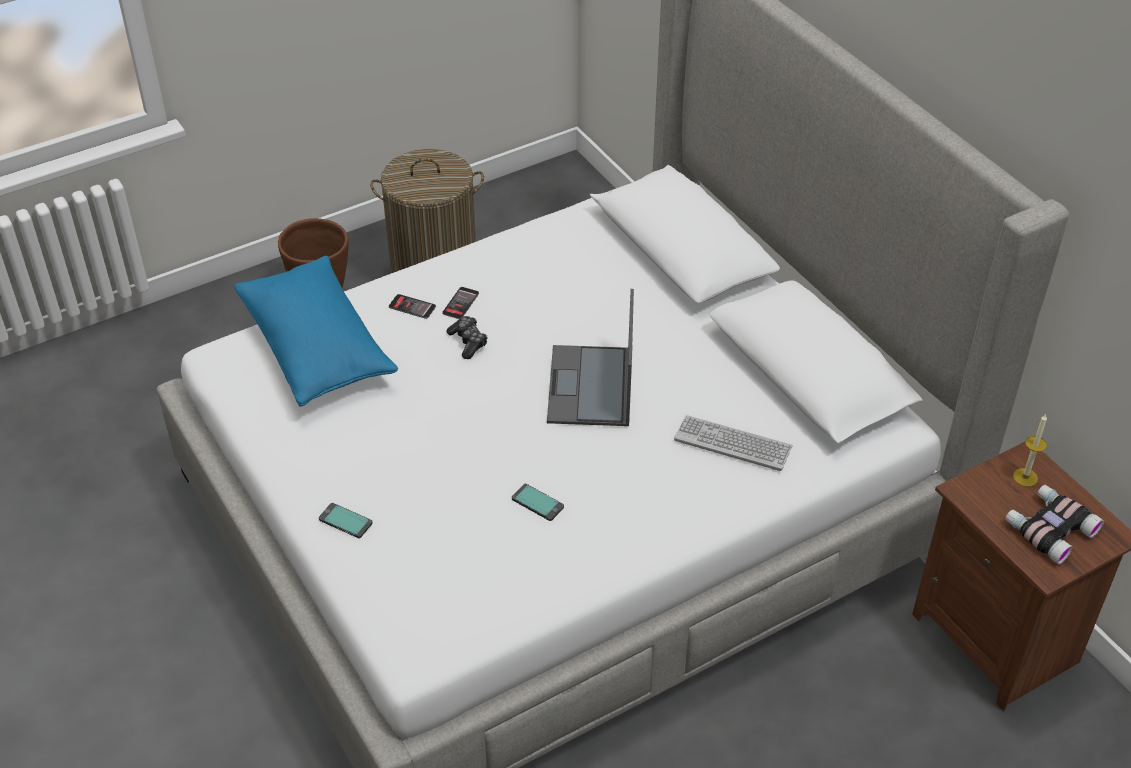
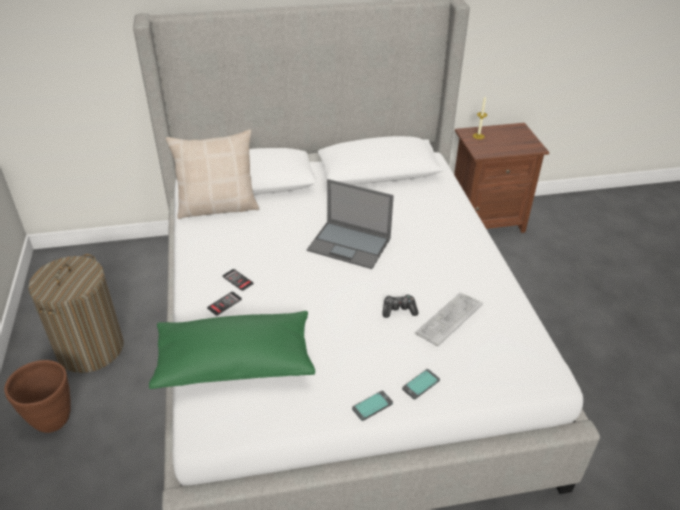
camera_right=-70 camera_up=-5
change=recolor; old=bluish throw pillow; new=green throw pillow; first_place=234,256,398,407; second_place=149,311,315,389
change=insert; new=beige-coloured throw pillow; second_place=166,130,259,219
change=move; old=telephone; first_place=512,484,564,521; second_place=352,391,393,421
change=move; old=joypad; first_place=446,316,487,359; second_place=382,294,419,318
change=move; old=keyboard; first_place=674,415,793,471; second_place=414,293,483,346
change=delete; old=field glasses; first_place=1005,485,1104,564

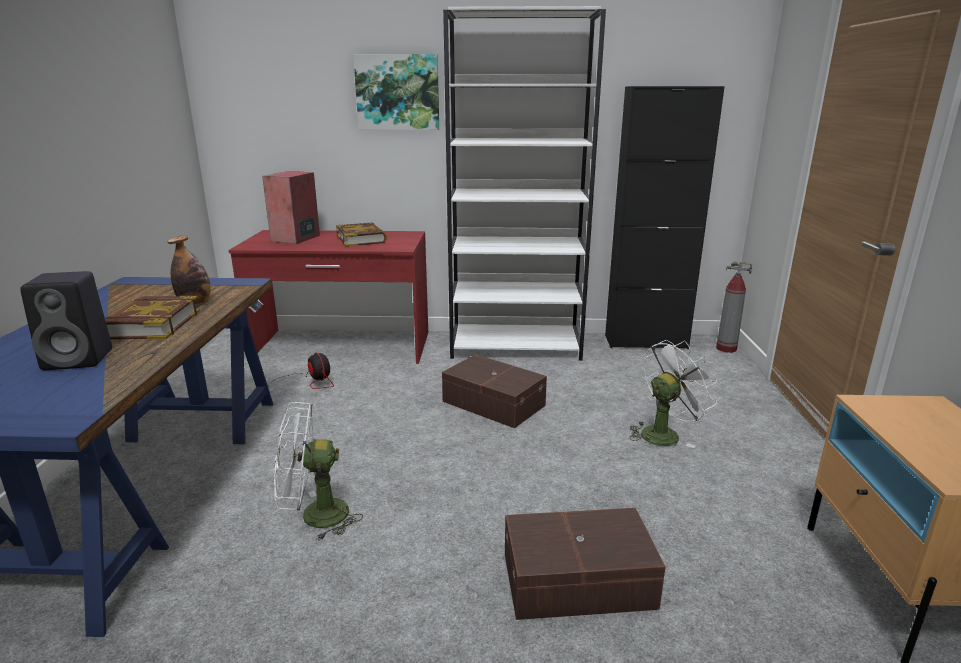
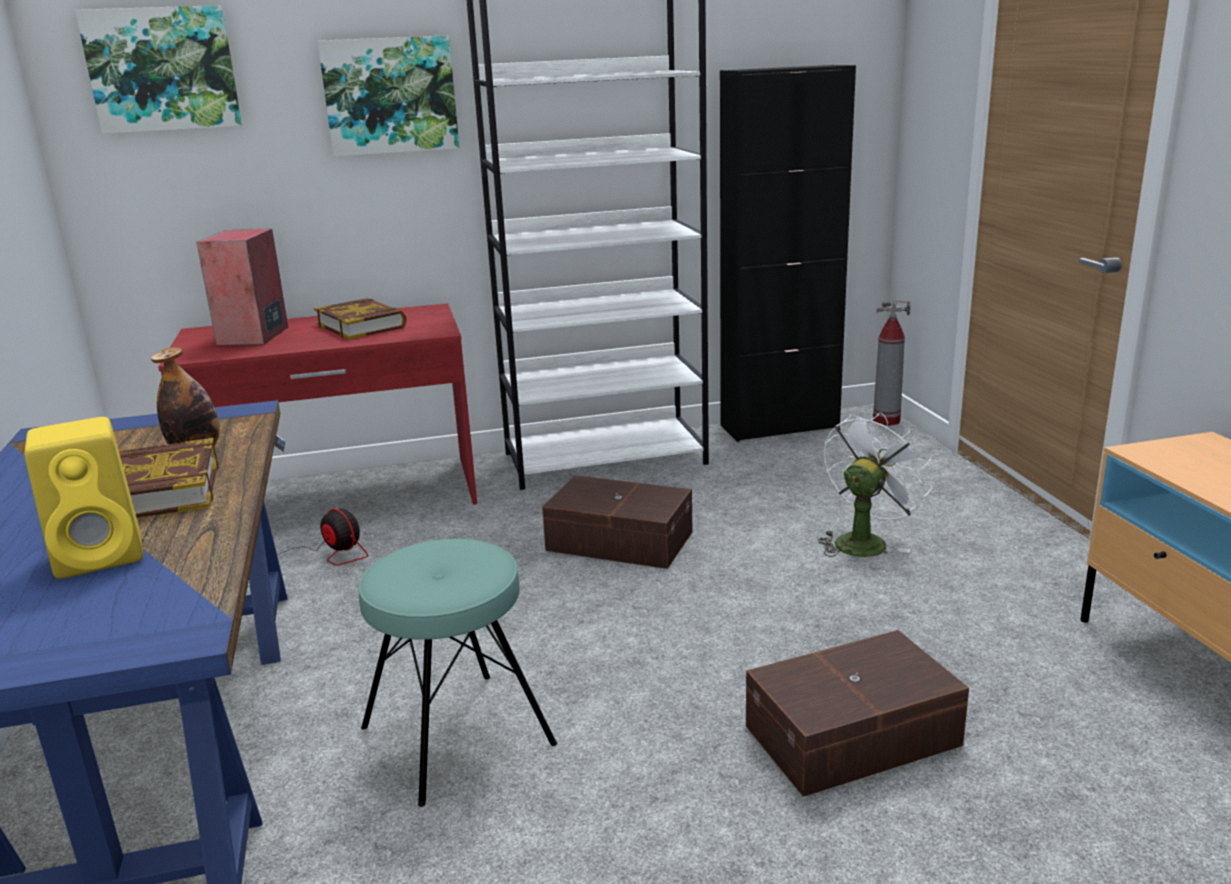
camera_right=-15 camera_up=0
change=recolor; old=black-coloured audio speaker; new=yellow audio speaker; first_place=20,271,112,370; second_place=25,417,143,579
change=insert; new=wall picture; second_place=75,5,242,134
change=replace; old=white-coloured electric fan; new=turquoise-coloured sitting stool; first_place=274,402,363,541; second_place=358,539,557,807

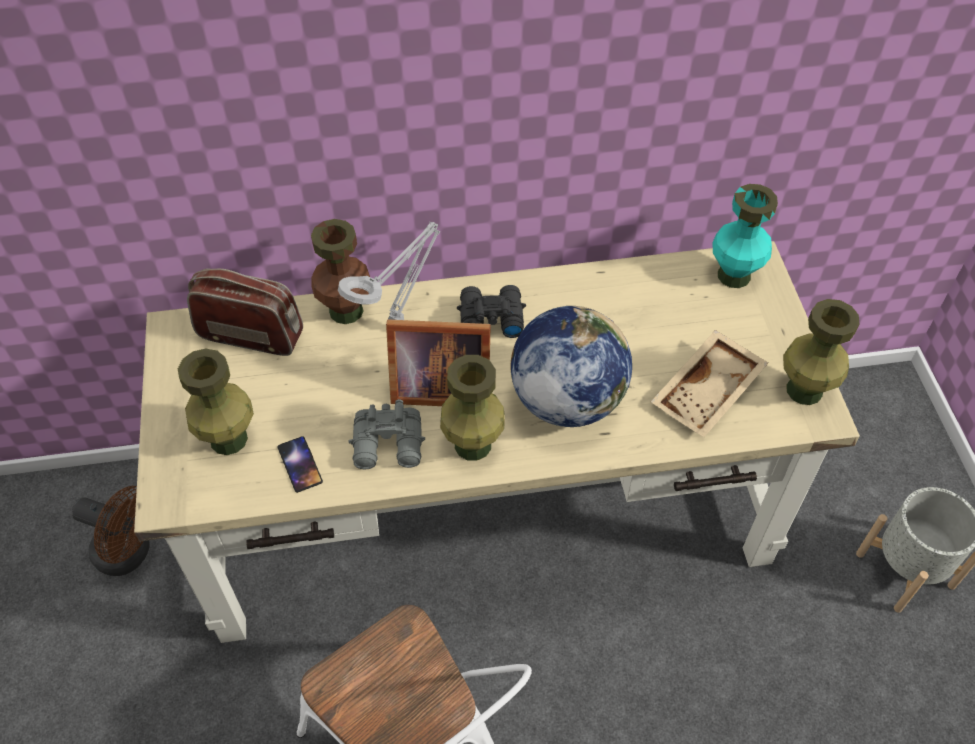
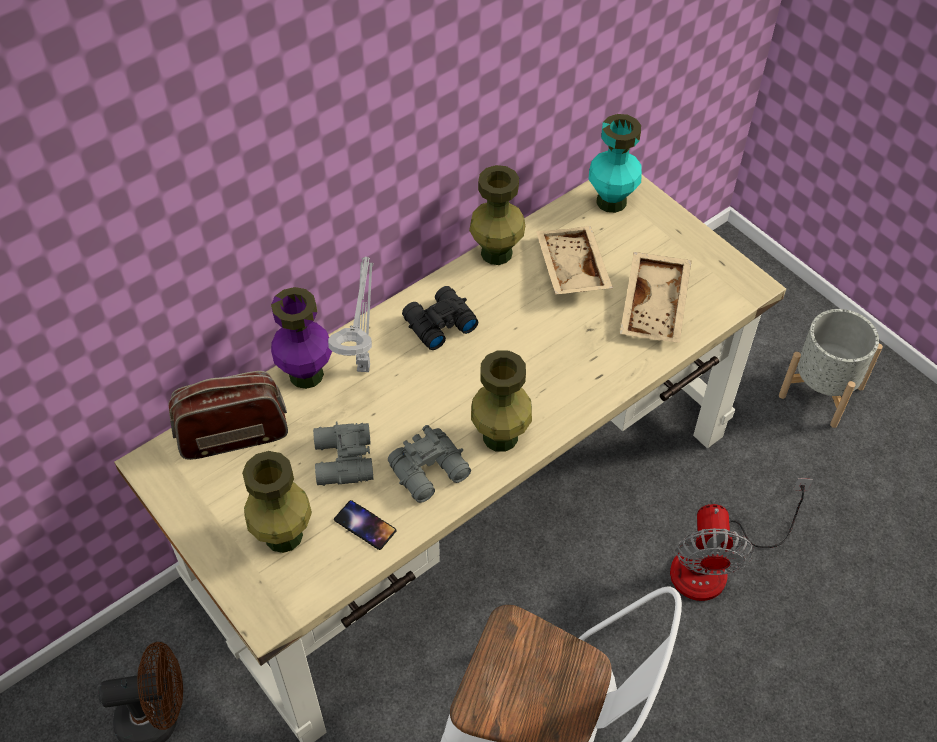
camera_right=-30 camera_up=0
change=recolor; old=brownish flower vase; new=purplish flower vase; first_place=311,219,370,324; second_place=271,287,332,389
change=insert; new=grey field glasses; second_place=313,422,373,486
change=move; old=green flower vase; first_place=783,299,859,405; second_place=469,165,525,265
change=insert; new=beige-coloured carrying tray; second_place=536,226,613,295
change=insert; new=electric fan; second_place=670,478,813,601
change=delete; old=picture frame; first_place=386,319,491,406
change=delete; old=globe; first_place=511,306,632,427

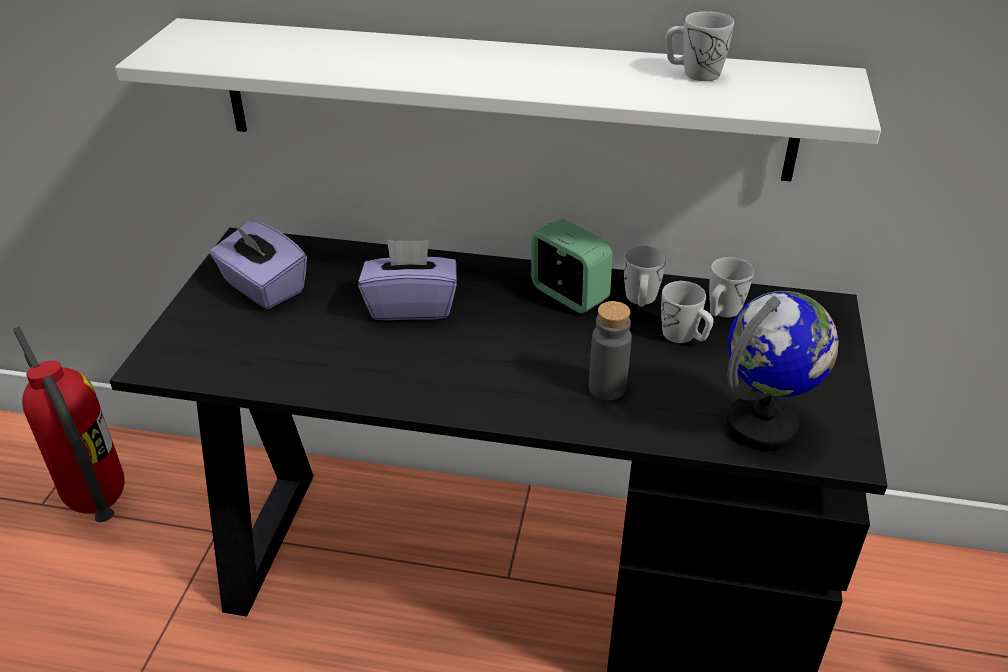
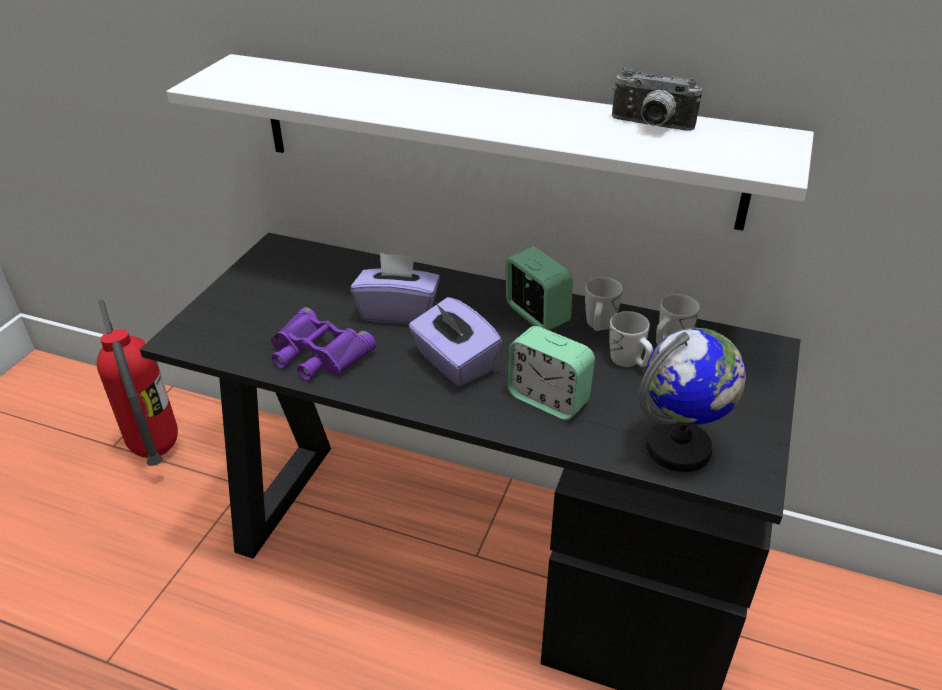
camera_right=10 camera_up=0
change=insert; new=purplish field glasses; second_place=271,307,376,381
change=move; old=purplish tissue holder; first_place=210,221,307,309; second_place=409,297,502,386
change=replace; old=grey beverage bottle; new=bedside clock; first_place=589,301,632,400; second_place=507,326,595,420
change=replace; old=white-coloured mug; new=photo camera; first_place=666,11,734,81; second_place=612,68,702,131

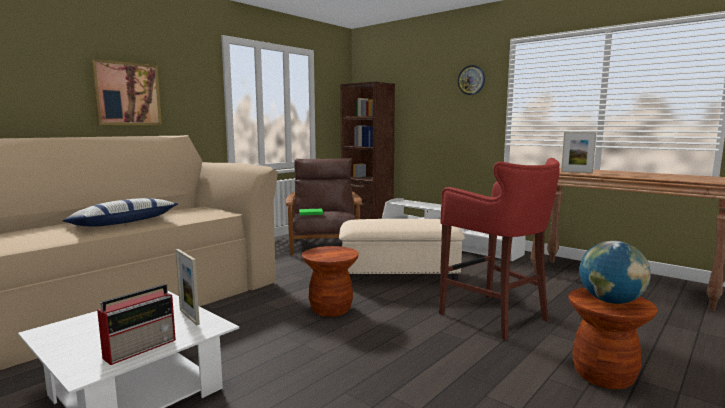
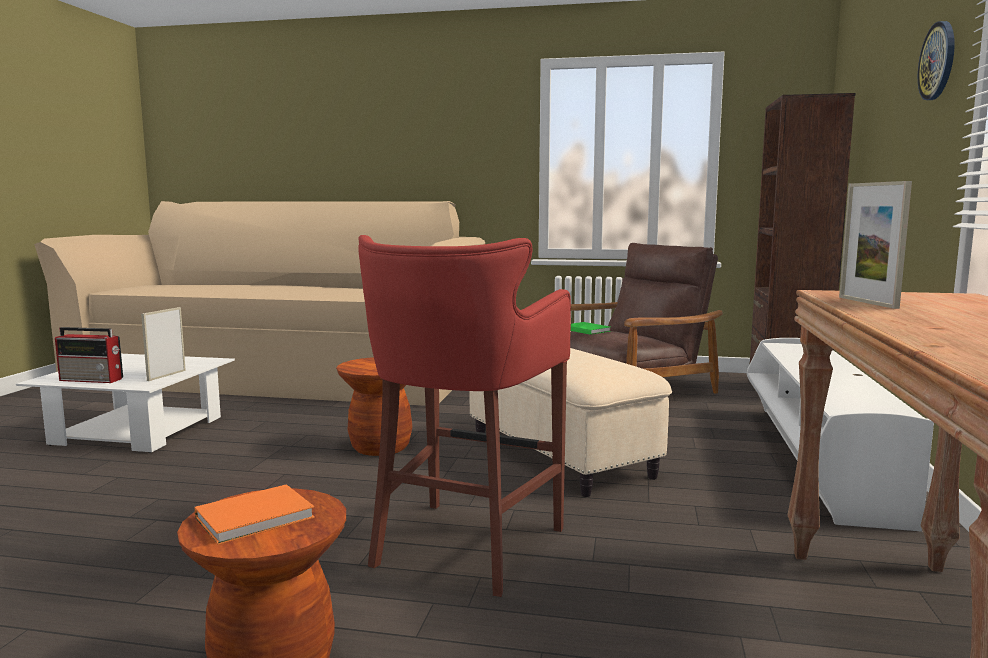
camera_right=60 camera_up=0
change=replace; old=globe; new=orange book; first_place=579,241,651,304; second_place=195,484,315,545
change=delete; old=throw pillow; first_place=62,198,178,227
change=delete; old=wall picture; first_place=91,59,162,125

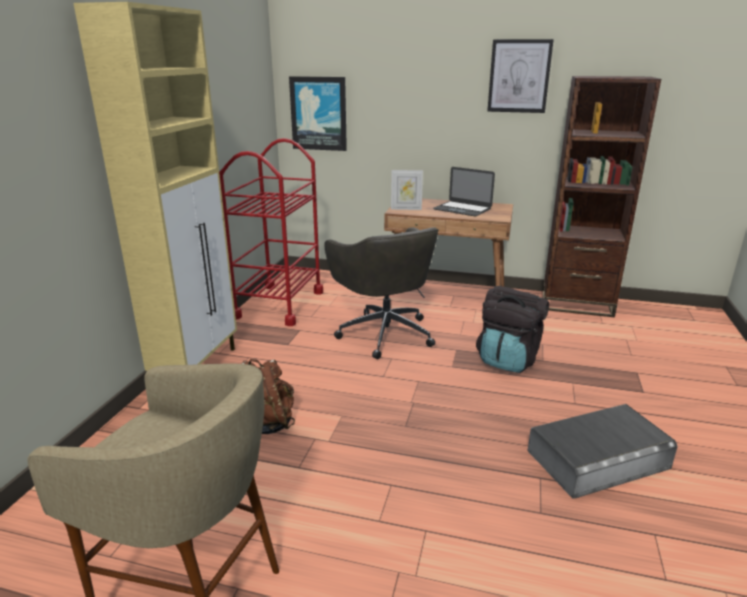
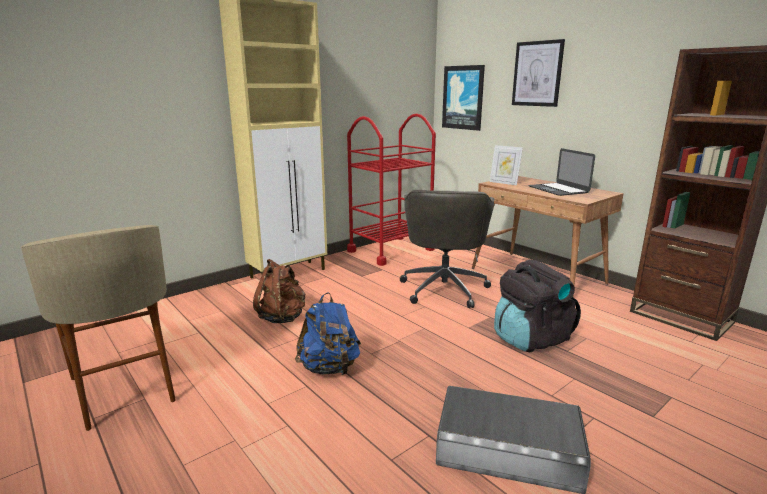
camera_right=35 camera_up=-5
change=insert; new=bluish backpack; second_place=295,293,361,375
change=move; old=wall picture; first_place=487,39,554,113; second_place=512,39,565,107

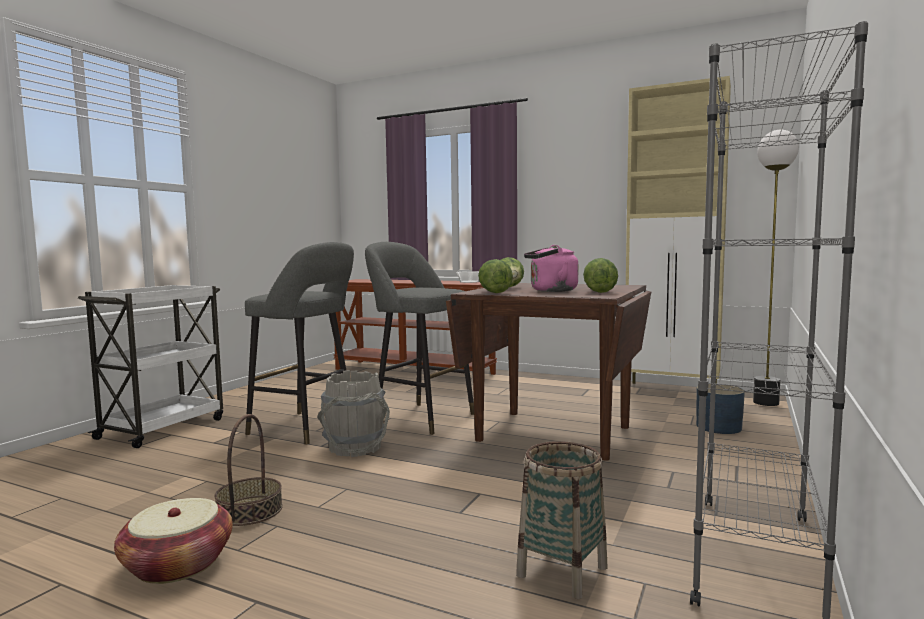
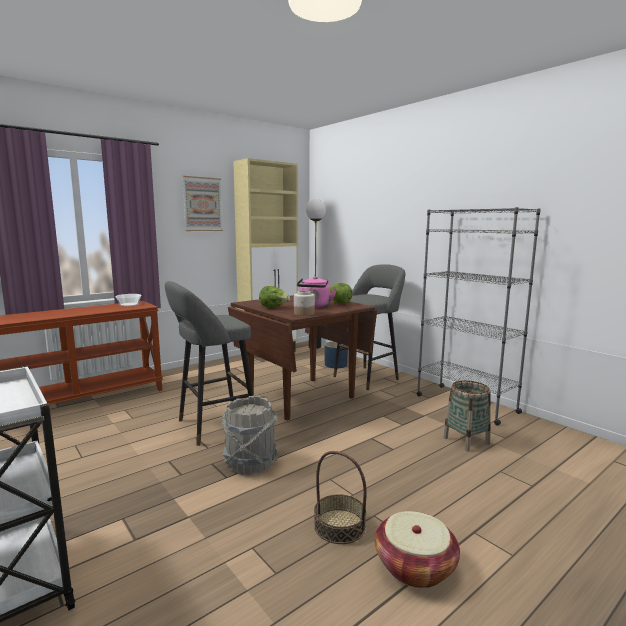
camera_right=-65 camera_up=5
change=insert; new=wall picture; second_place=182,176,223,231
change=replace; old=lettuce head; new=jar; first_place=478,259,513,293; second_place=294,291,315,316
change=move; old=grey sitting stool; first_place=245,242,354,445; second_place=333,264,405,390

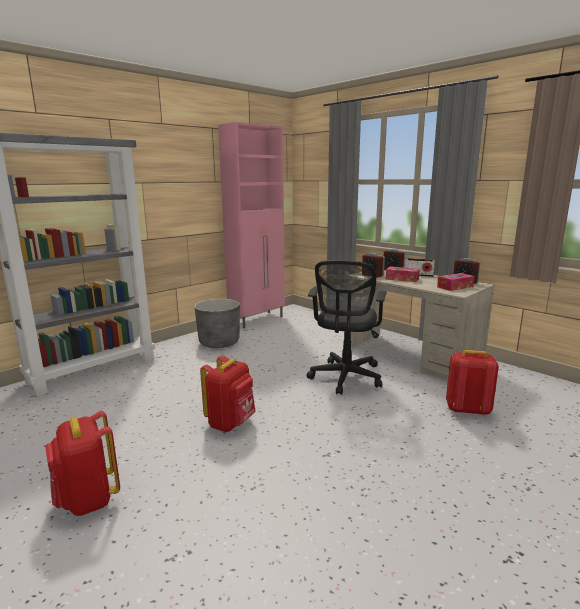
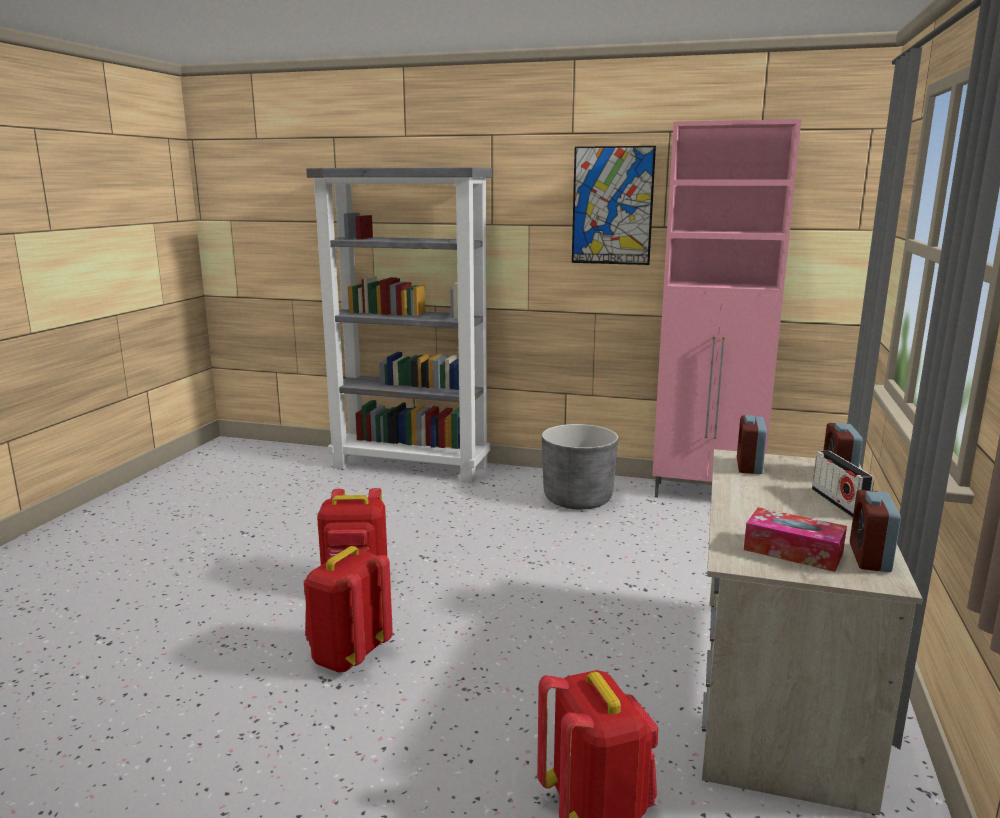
camera_right=60 camera_up=0
change=move; old=red-coloured backpack; first_place=45,411,120,516; second_place=304,546,393,673
change=insert; new=wall picture; second_place=572,146,656,265
change=delete; old=black-coloured desk chair; first_place=307,260,387,395
change=delete; old=tissue holder; first_place=386,266,420,282

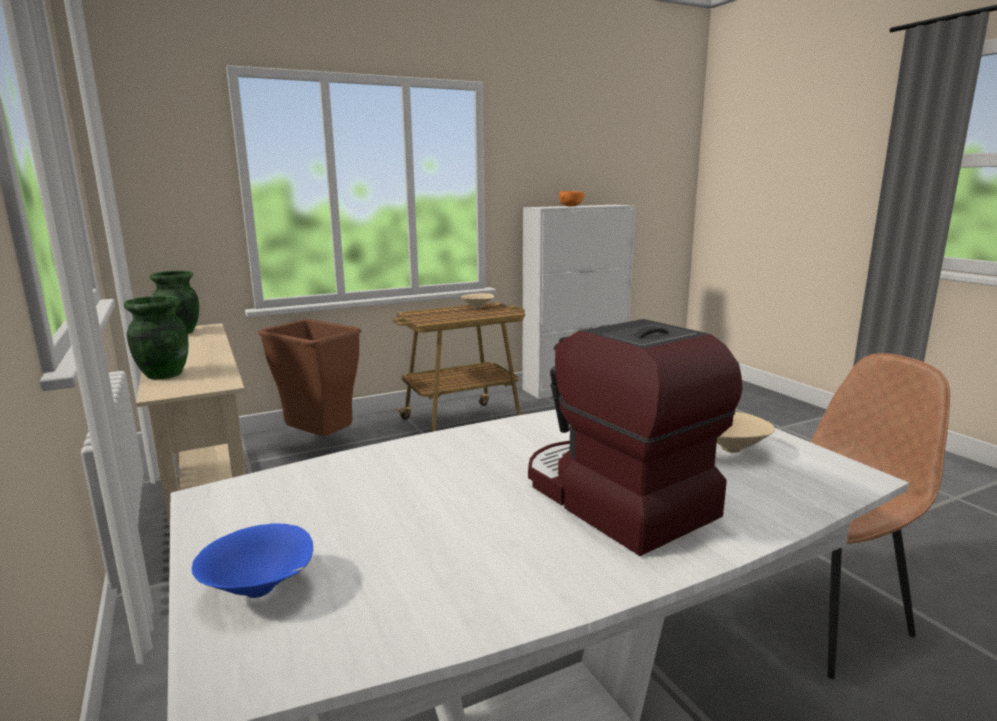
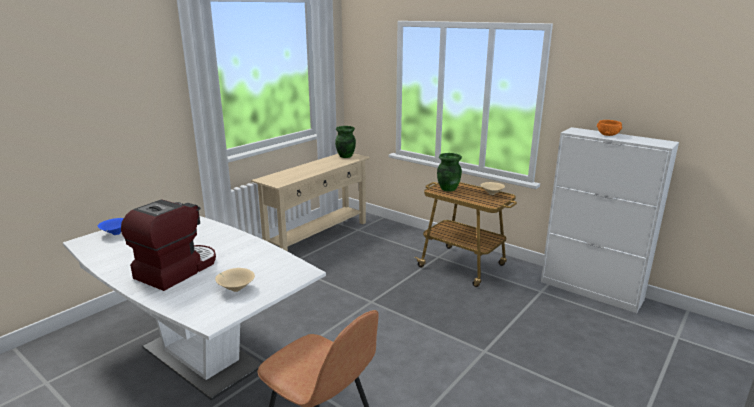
camera_right=65 camera_up=5
change=move; old=green flower vase; first_place=124,295,188,380; second_place=437,153,462,192
change=delete; old=brownish waste bin; first_place=258,320,361,436

